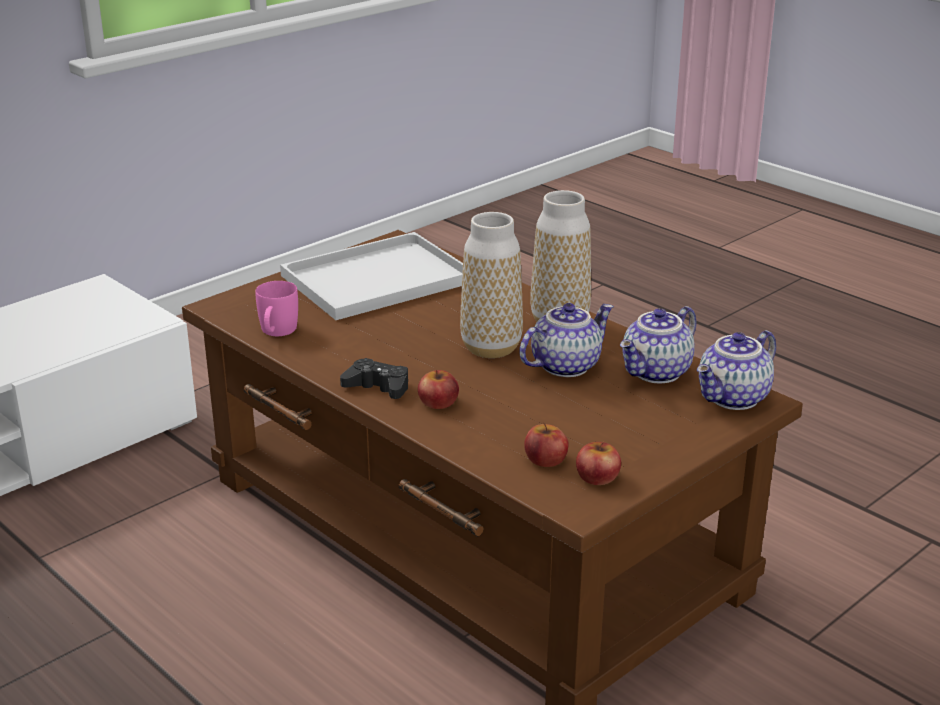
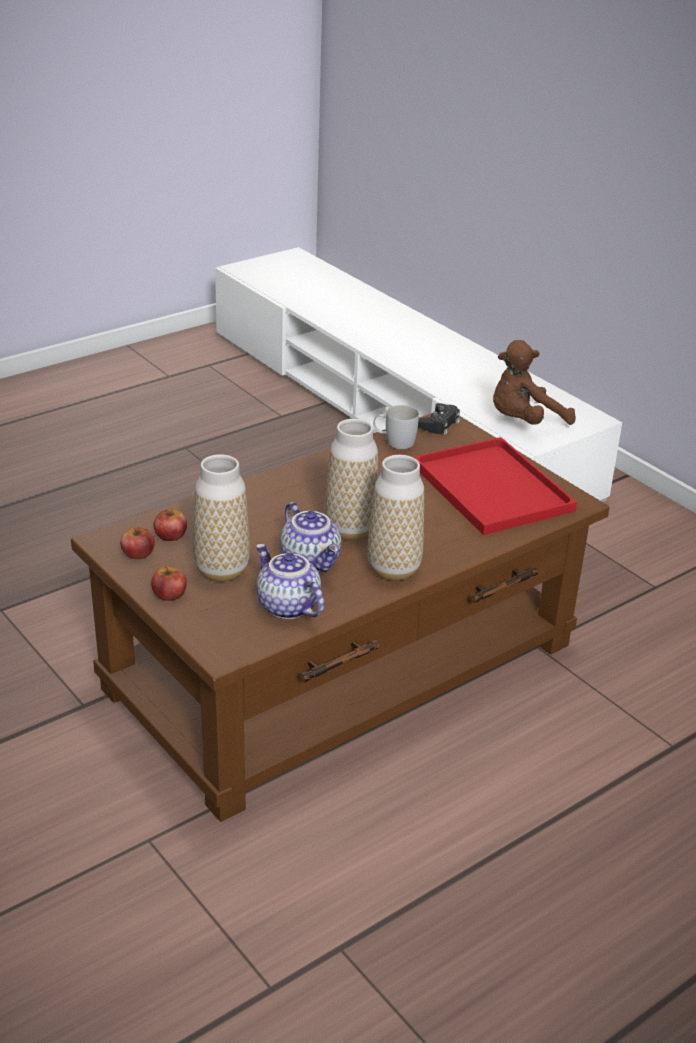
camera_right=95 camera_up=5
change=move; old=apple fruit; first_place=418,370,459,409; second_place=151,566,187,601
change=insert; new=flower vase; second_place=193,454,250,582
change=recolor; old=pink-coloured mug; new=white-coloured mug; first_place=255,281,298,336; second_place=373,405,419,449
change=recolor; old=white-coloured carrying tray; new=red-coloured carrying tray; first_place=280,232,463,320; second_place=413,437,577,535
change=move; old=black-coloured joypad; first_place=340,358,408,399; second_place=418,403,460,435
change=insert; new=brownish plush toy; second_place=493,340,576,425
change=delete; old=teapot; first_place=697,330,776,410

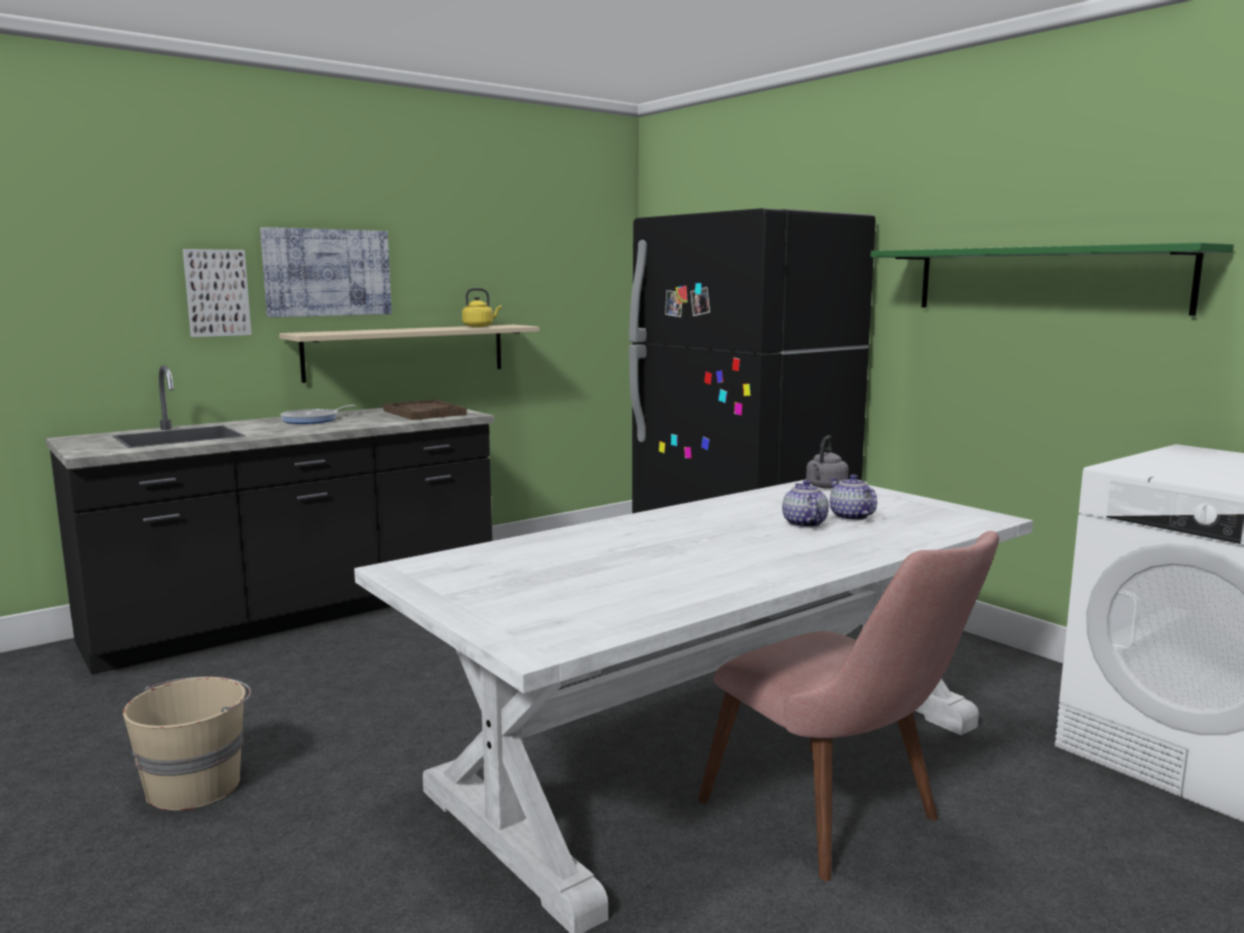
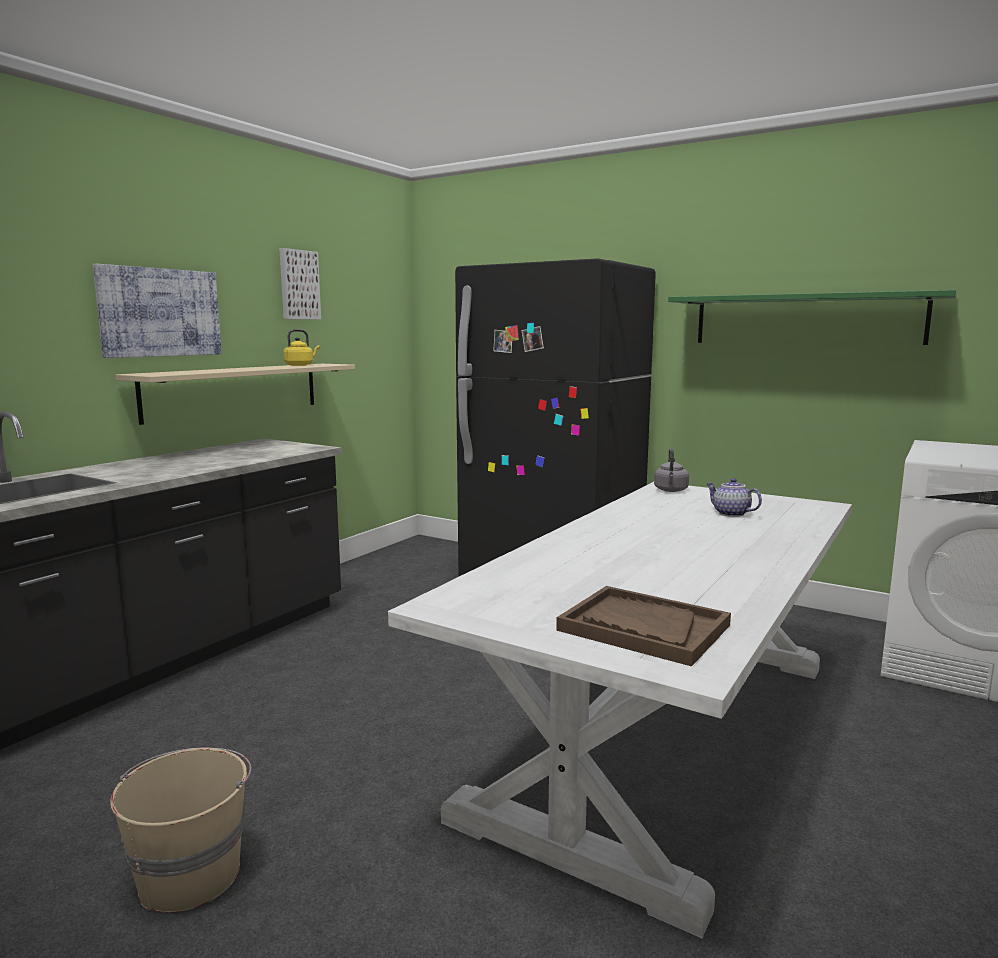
camera_right=-20 camera_up=0
change=move; old=wall picture; first_place=183,249,252,337; second_place=279,248,321,320
change=move; old=brownish carrying tray; first_place=383,400,467,420; second_place=556,586,731,666
change=delete; old=pan; first_place=280,405,356,424
change=delete; old=pink-coloured upright chair; first_place=698,531,999,881
change=delete; old=teapot; first_place=782,480,829,528

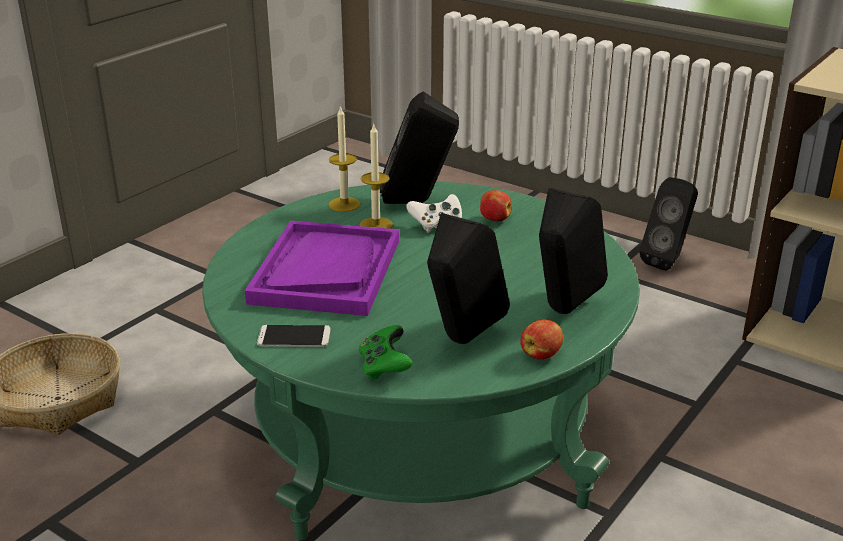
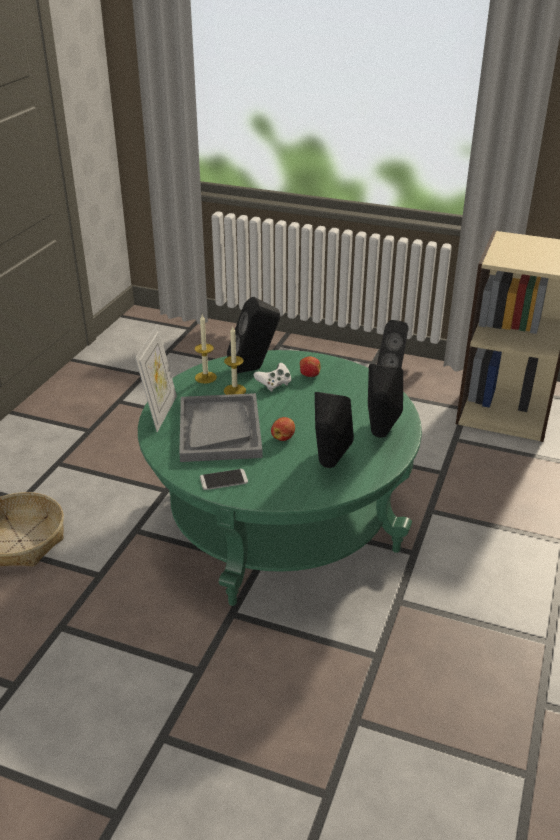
camera_right=-15 camera_up=5
change=insert; new=picture frame; second_place=135,325,177,432
change=recolor; old=purplish carrying tray; new=grey carrying tray; first_place=245,221,399,316; second_place=179,393,263,462
change=move; old=apple fruit; first_place=520,320,563,360; second_place=271,417,295,441
change=delete; old=green joypad; first_place=359,325,413,380

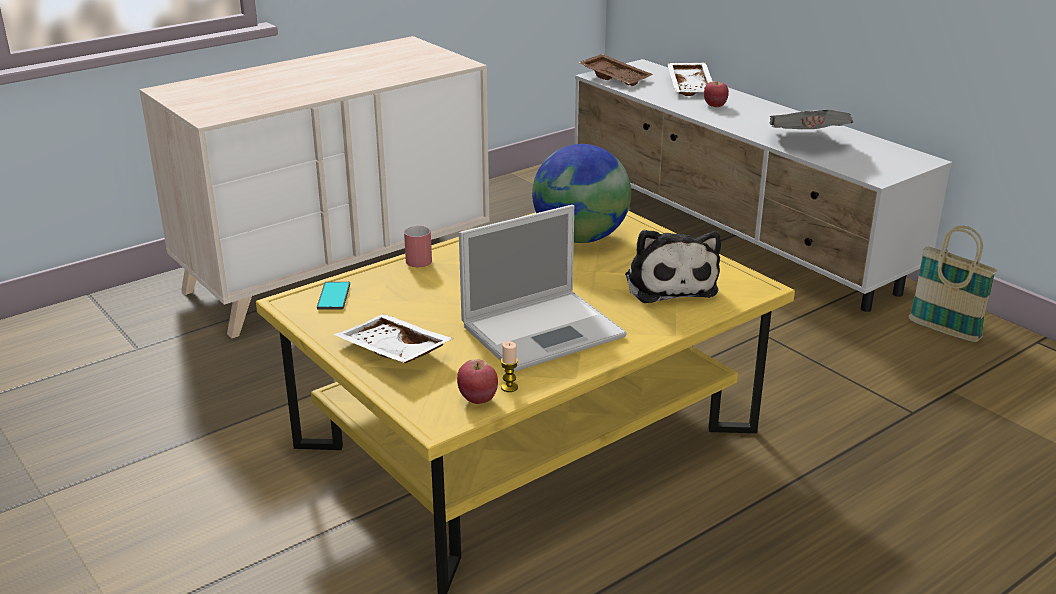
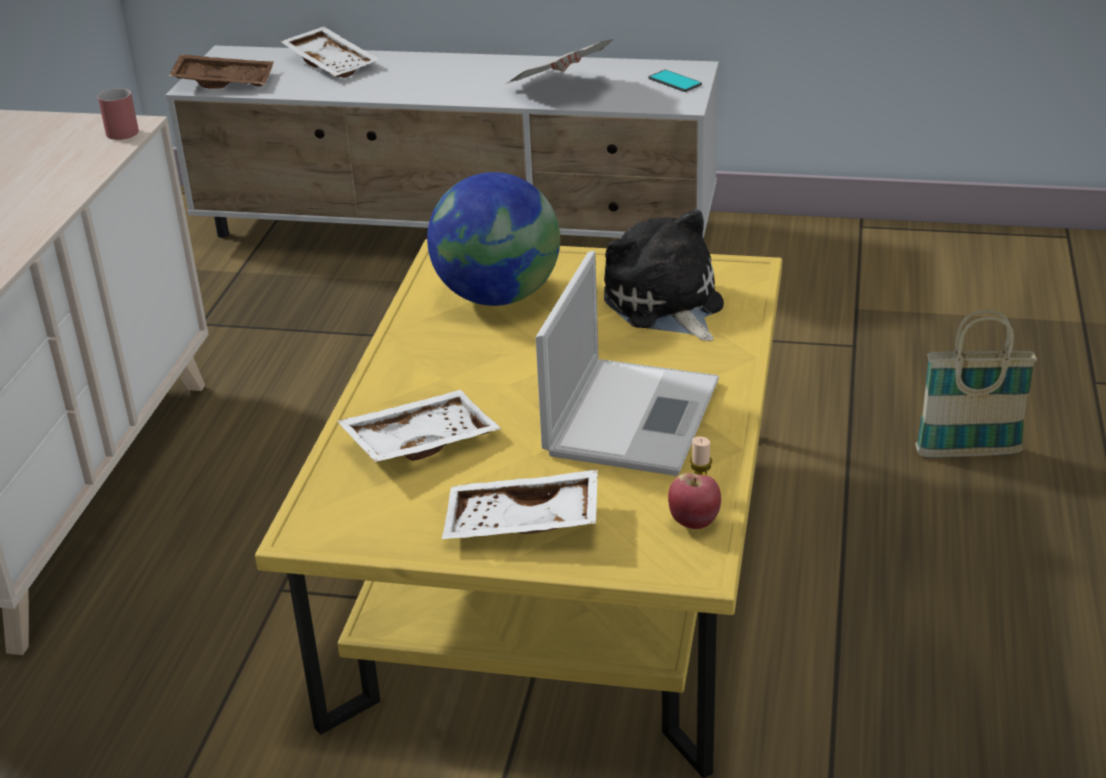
camera_right=-40 camera_up=5
change=move; old=red-coloured mug; first_place=404,226,432,267; second_place=98,88,139,140
change=insert; new=white-coloured carrying tray; second_place=337,390,501,462
change=rotate; old=plush toy; first_place=625,229,721,303; second_place=604,209,724,341; degrees=-150
change=move; old=telephone; first_place=317,282,350,310; second_place=648,70,702,92
change=move; old=basket; first_place=909,226,998,342; second_place=916,310,1037,458
change=delete; old=apple fruit; first_place=704,81,729,107

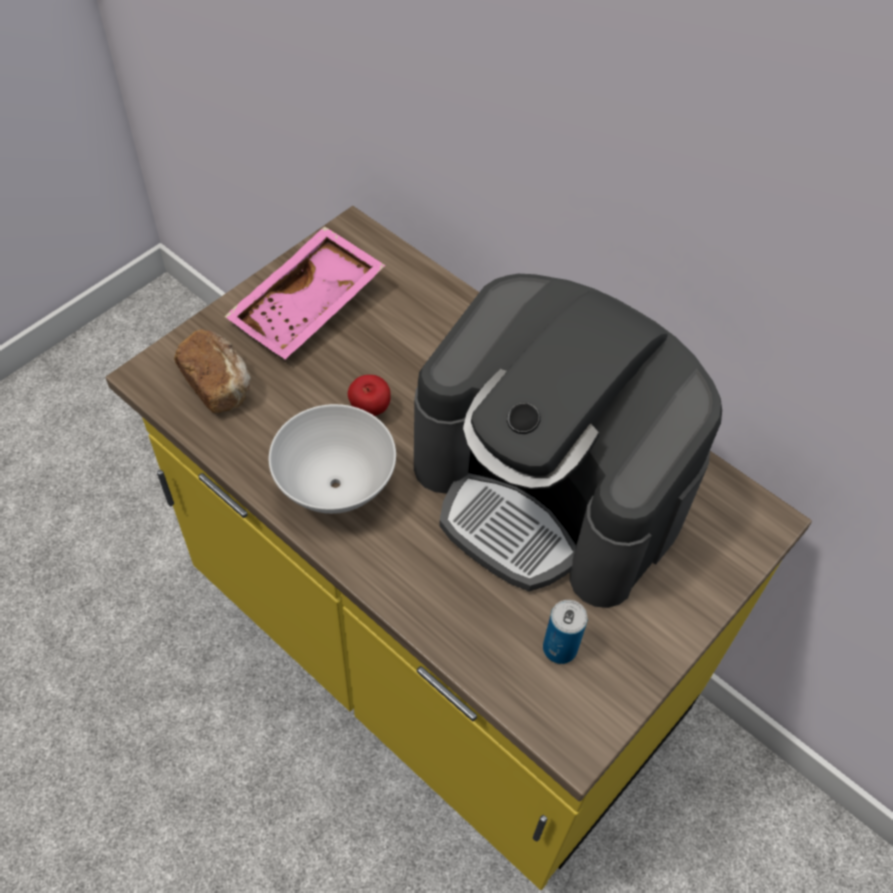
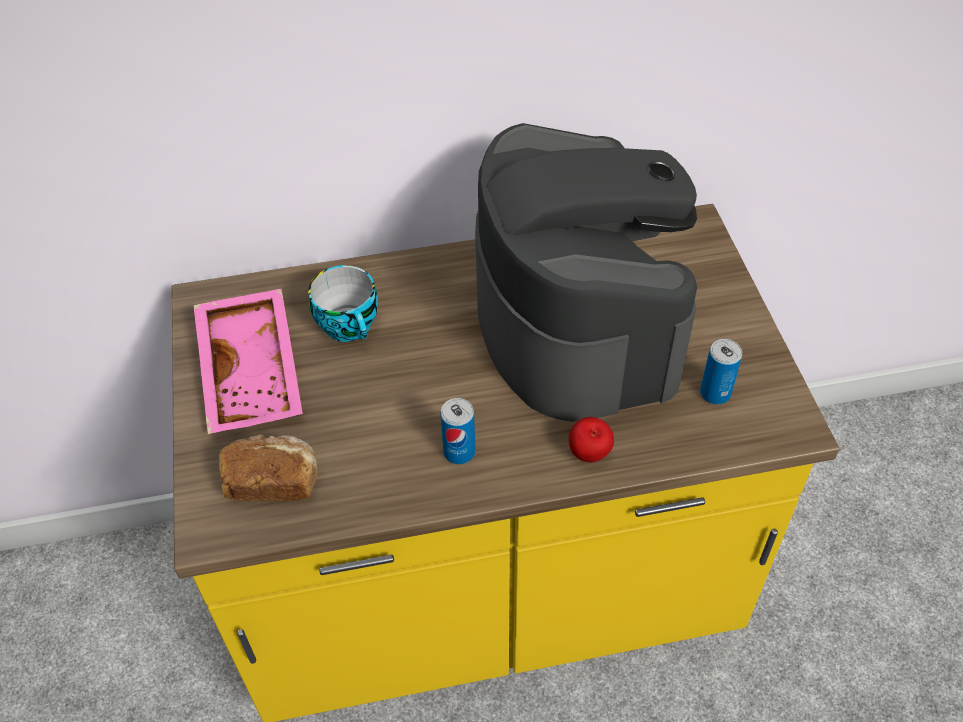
camera_right=-50 camera_up=-5
change=insert; new=small cup; second_place=308,265,378,342
change=replace; old=white-coloured bowl; new=sealed can; first_place=269,404,396,514; second_place=440,398,475,464
change=rotate; old=coffee machine; first_place=414,274,722,608; second_place=475,123,697,422; degrees=-90
change=move; old=apple fruit; first_place=348,375,391,416; second_place=569,417,614,462

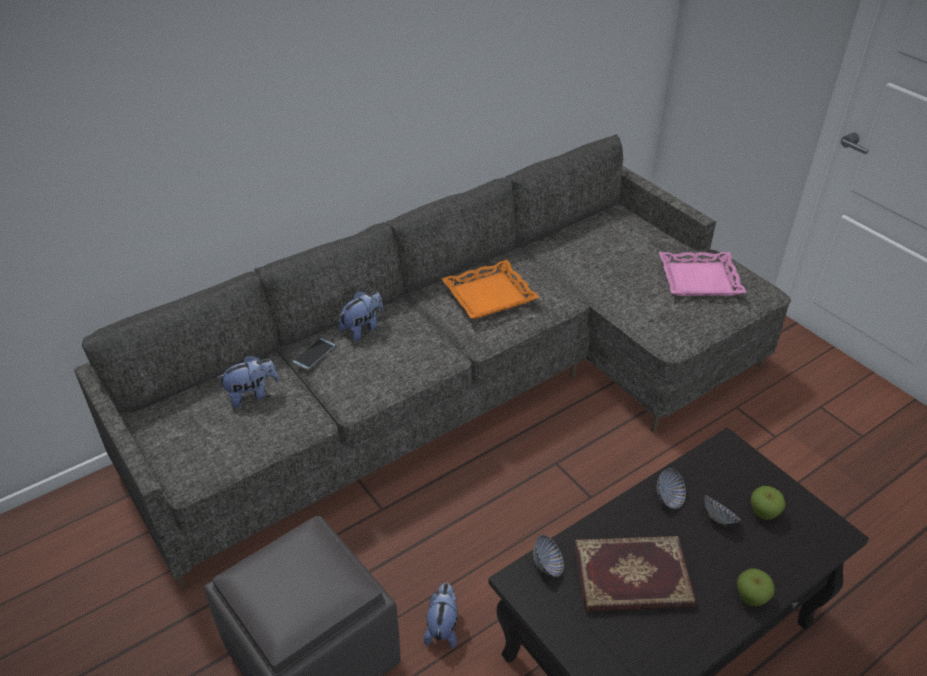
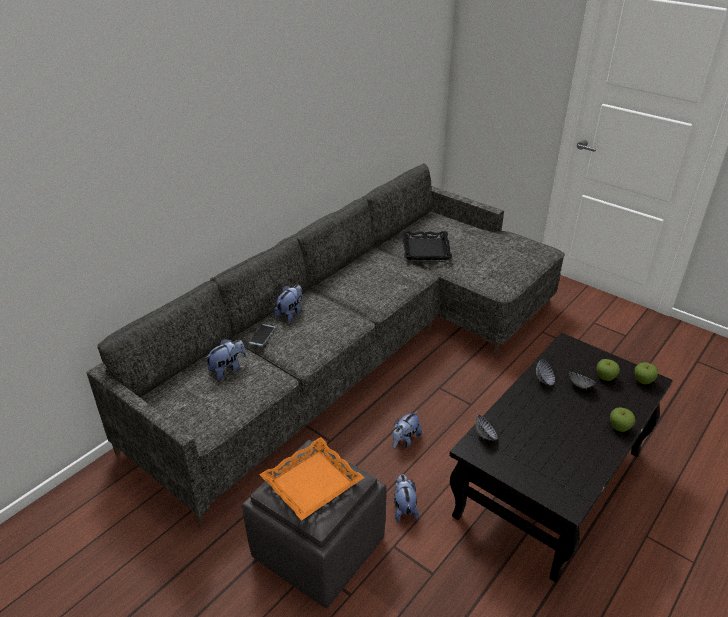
camera_right=-15 camera_up=-5
change=move; old=orange carrying tray; first_place=441,260,539,319; second_place=259,437,364,521
change=insert; new=plush toy; second_place=392,411,422,449
change=insert; new=black-coloured carrying tray; second_place=402,231,452,260
change=insert; new=apple fruit; second_place=634,362,658,384
change=delete; old=book; first_place=574,536,696,612
change=delete; old=pink-coloured carrying tray; first_place=659,252,747,296

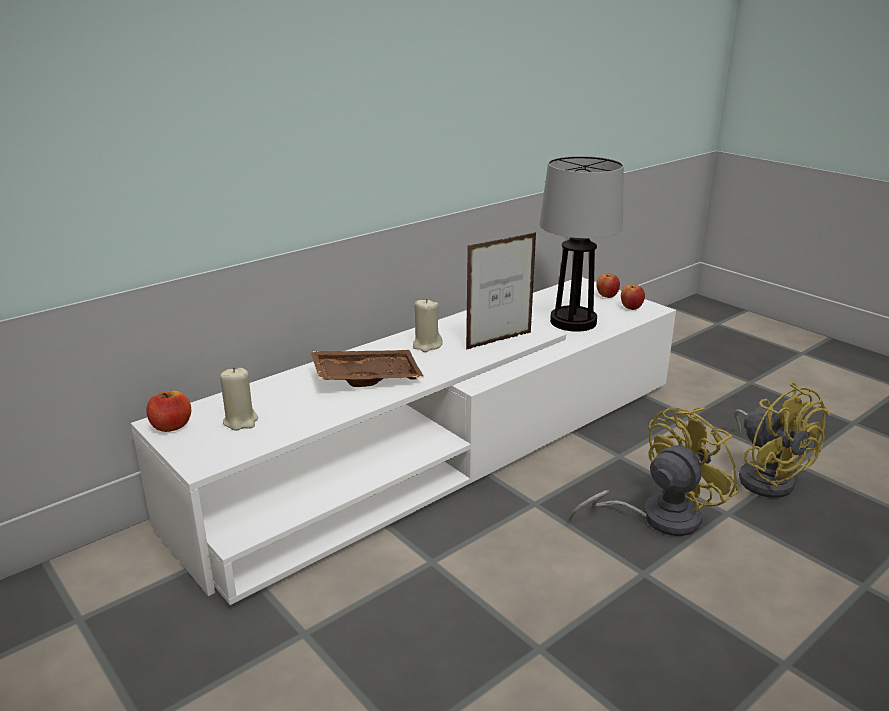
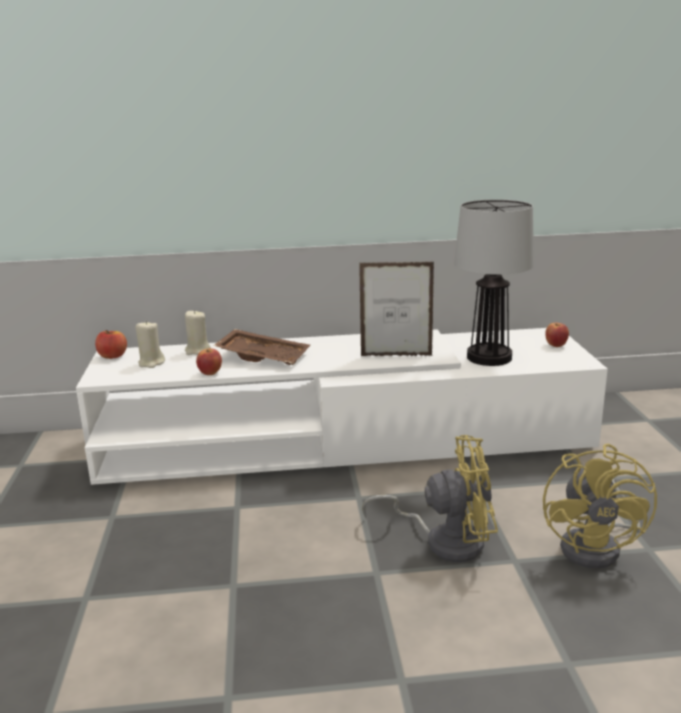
camera_right=35 camera_up=-5
change=move; old=beige-coloured wax light; first_place=413,298,443,352; second_place=185,310,211,355
change=move; old=apple fruit; first_place=621,284,645,310; second_place=196,348,222,375

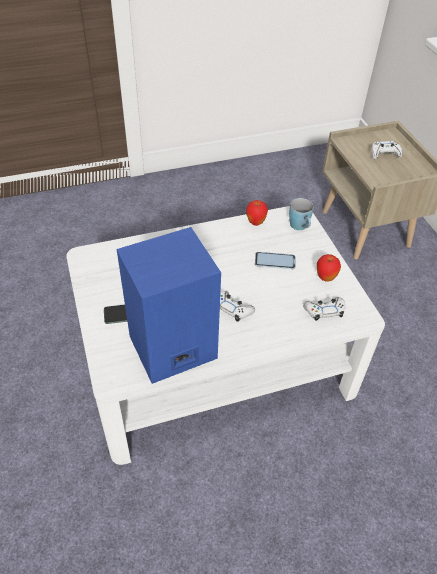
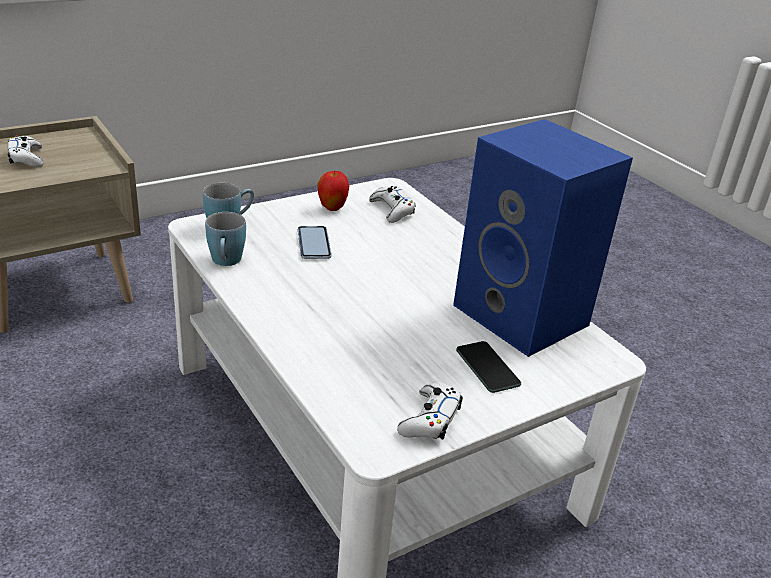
camera_right=-105 camera_up=-15
change=replace; old=apple fruit; new=bluish mug; first_place=246,200,268,226; second_place=205,212,246,266
change=move; old=white-coloured joypad; first_place=220,291,255,322; second_place=397,382,463,439

